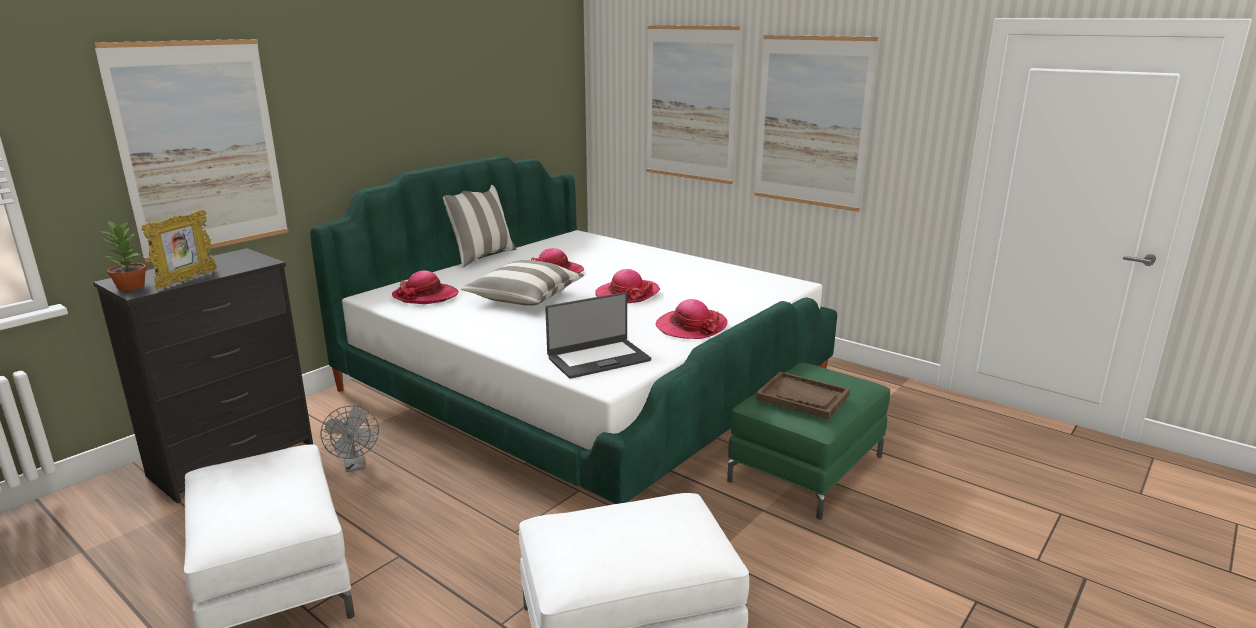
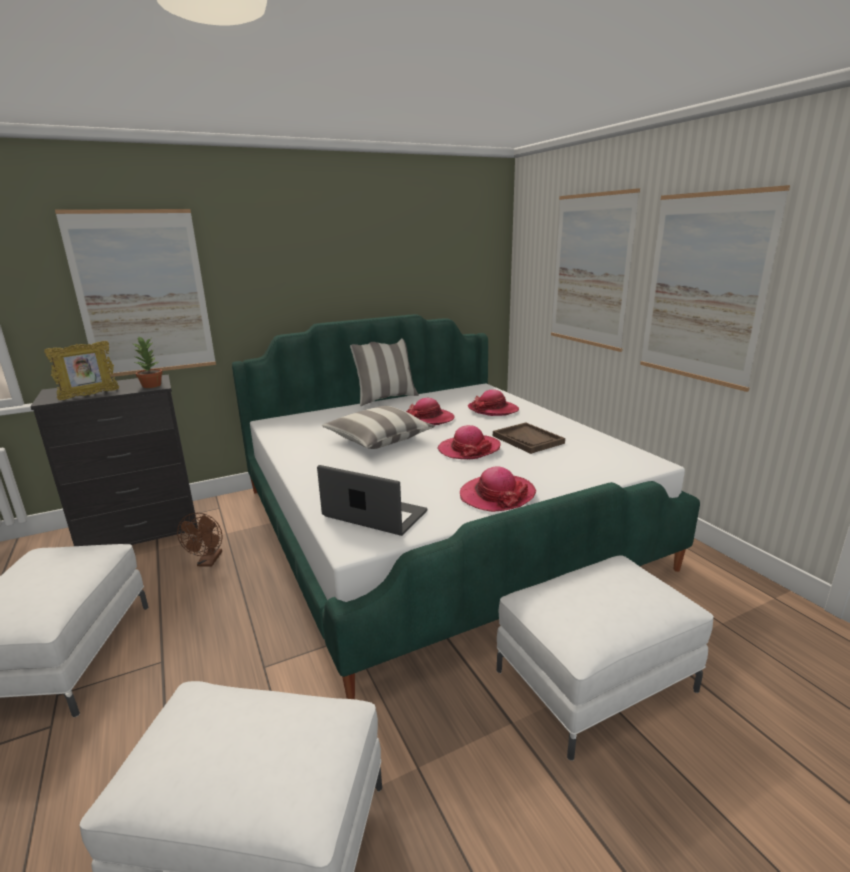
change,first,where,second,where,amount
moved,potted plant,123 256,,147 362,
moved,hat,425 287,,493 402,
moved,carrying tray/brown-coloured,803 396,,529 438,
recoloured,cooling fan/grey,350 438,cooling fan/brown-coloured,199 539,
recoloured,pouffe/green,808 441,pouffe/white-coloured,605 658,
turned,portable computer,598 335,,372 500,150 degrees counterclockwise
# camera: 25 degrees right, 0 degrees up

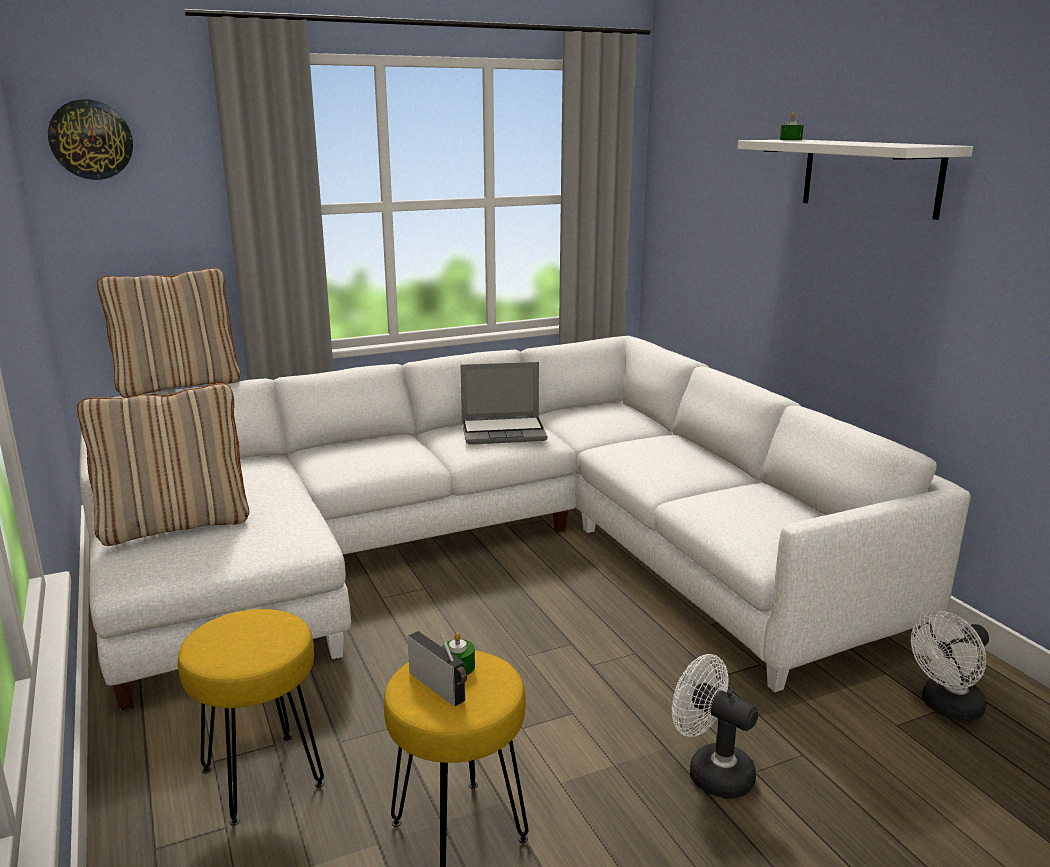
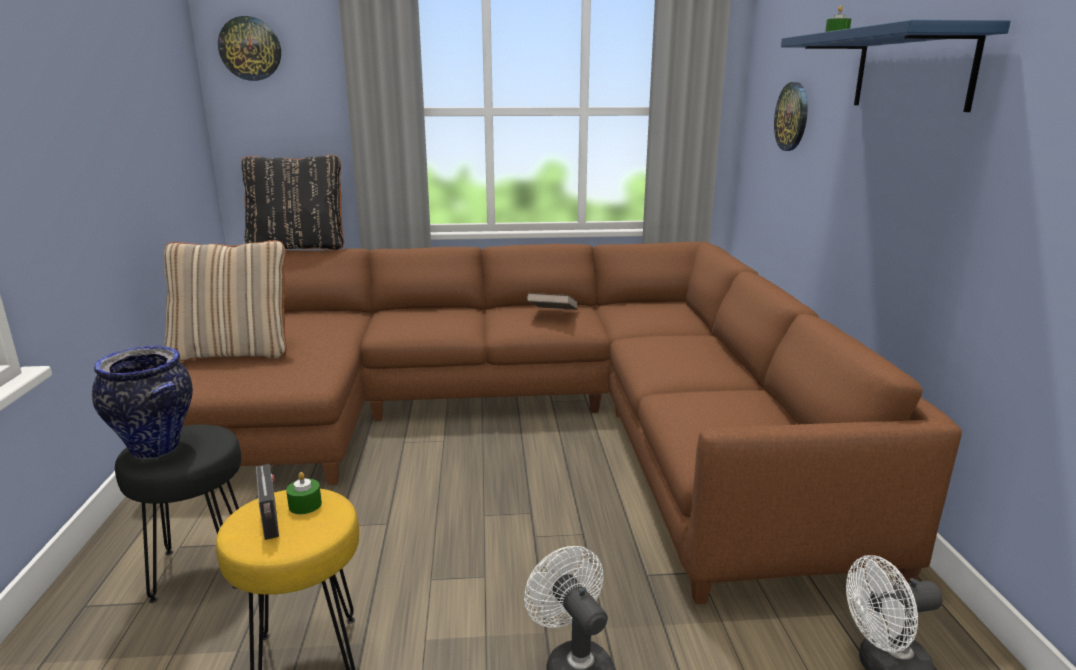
change,first,where,second,where,amount
added,,,vase,142 402,
added,,,clock on the wall,791 116,
replaced,portable computer,503 403,volume/brown-coloured,552 301,
recoloured,couch/white-coloured,525 523,couch/brown-coloured,571 423,
recoloured,cushion/beige,169 333,cushion/black-coloured,292 202,
recoloured,stool seat/yellow,251 717,stool seat/black-coloured,178 514,
recoloured,bracket shelf/white-coloured,855 180,bracket shelf/blue-coloured,896 66,
# camera: 20 degrees right, 0 degrees up

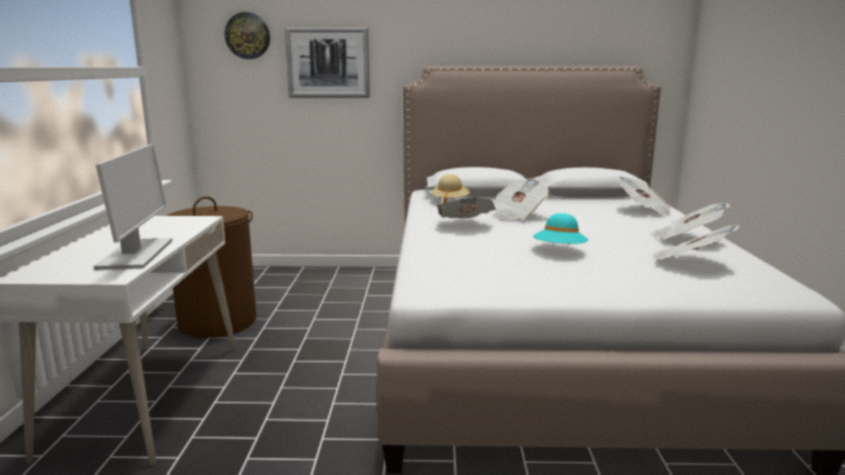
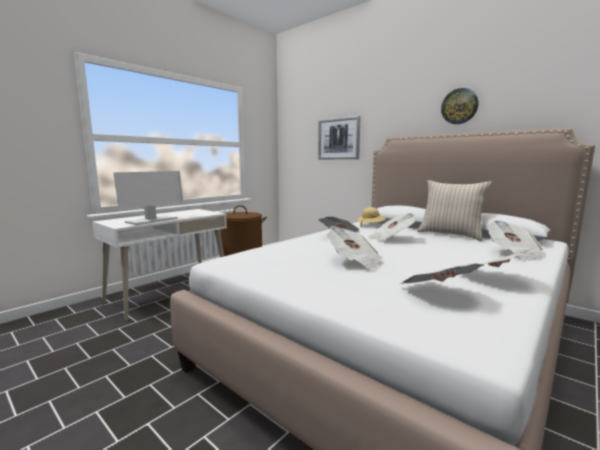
change,first,where,second,where,amount
added,,,cushion/beige,454 210,
moved,clock on the wall,247 35,,459 106,
replaced,hat/turquoise,560 228,newspaper,354 248,
# camera: 40 degrees right, 5 degrees down

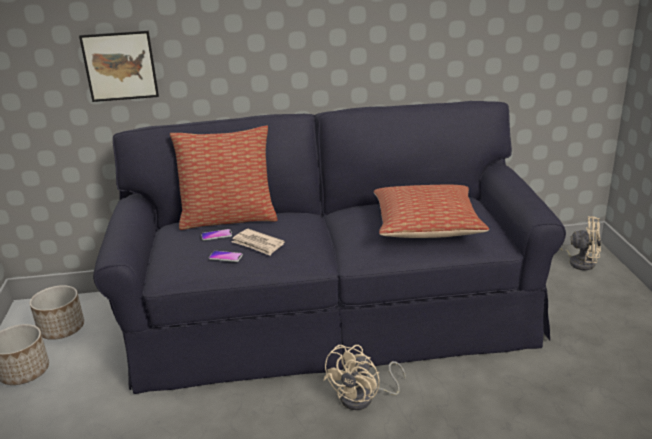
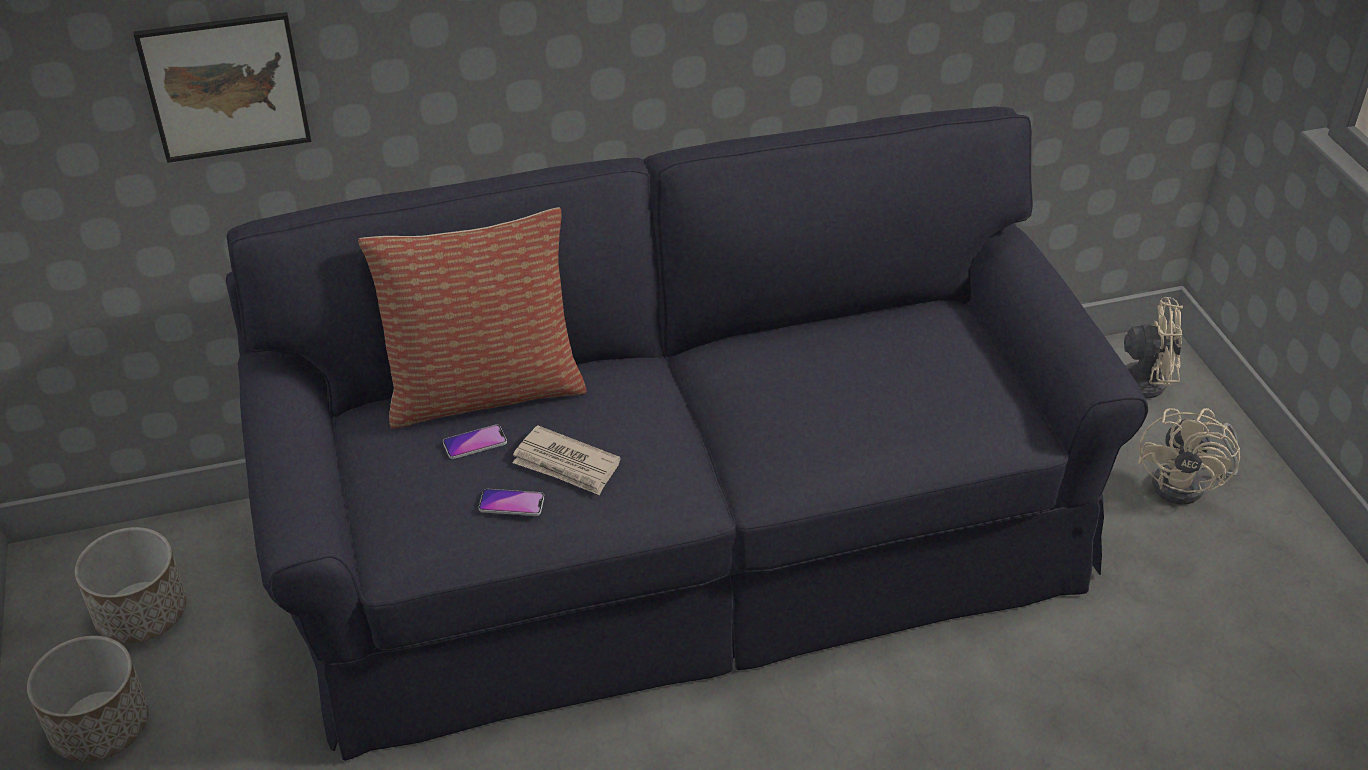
change,first,where,second,where,amount
removed,cushion,431 211,,,
moved,cooling fan/beige,364 377,,1189 456,
# camera: 10 degrees left, 15 degrees up

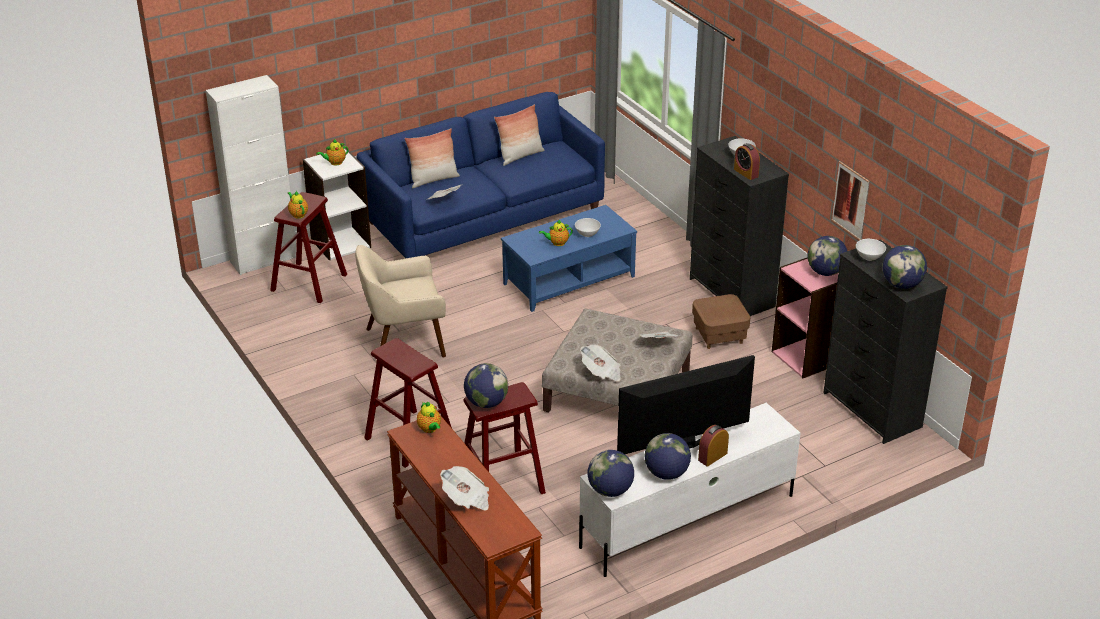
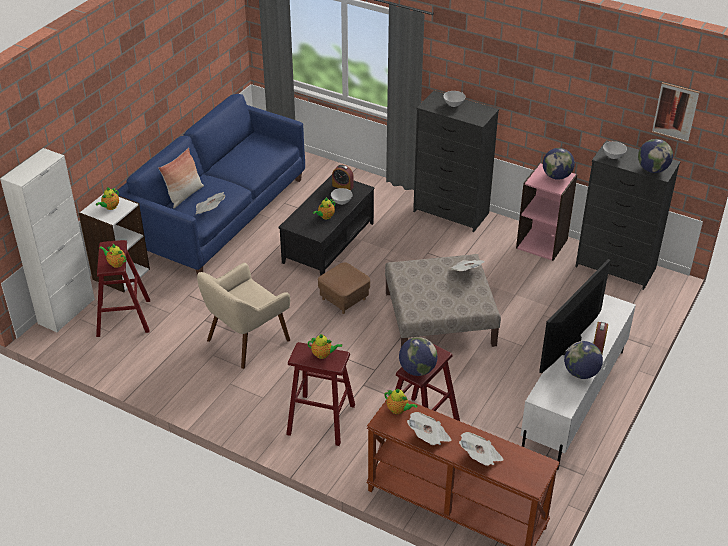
change,first,where,second,where,amount
removed,cushion,519 135,,,
removed,world globe,611 473,,,
added,,,teapot,324 346,
moved,newspaper,600 363,,429 429,
moved,pouffe/brown-coloured,721 321,,344 288,
moved,bedside clock,747 161,,343 178,
moved,picture,850 200,,676 112,
recoloured,low table/blue-coloured,569 258,low table/black-coloured,326 225,
# camera: 30 degrees left, 5 degrees up

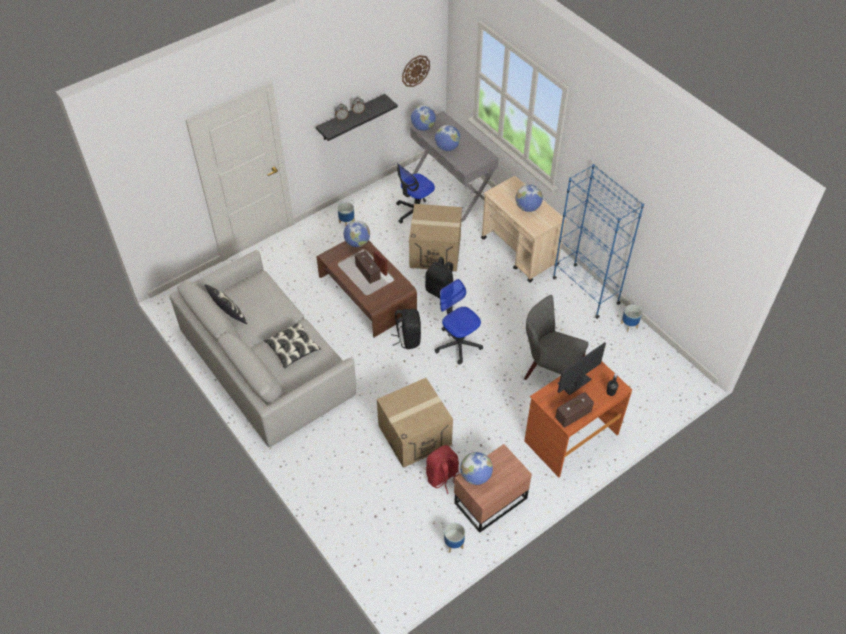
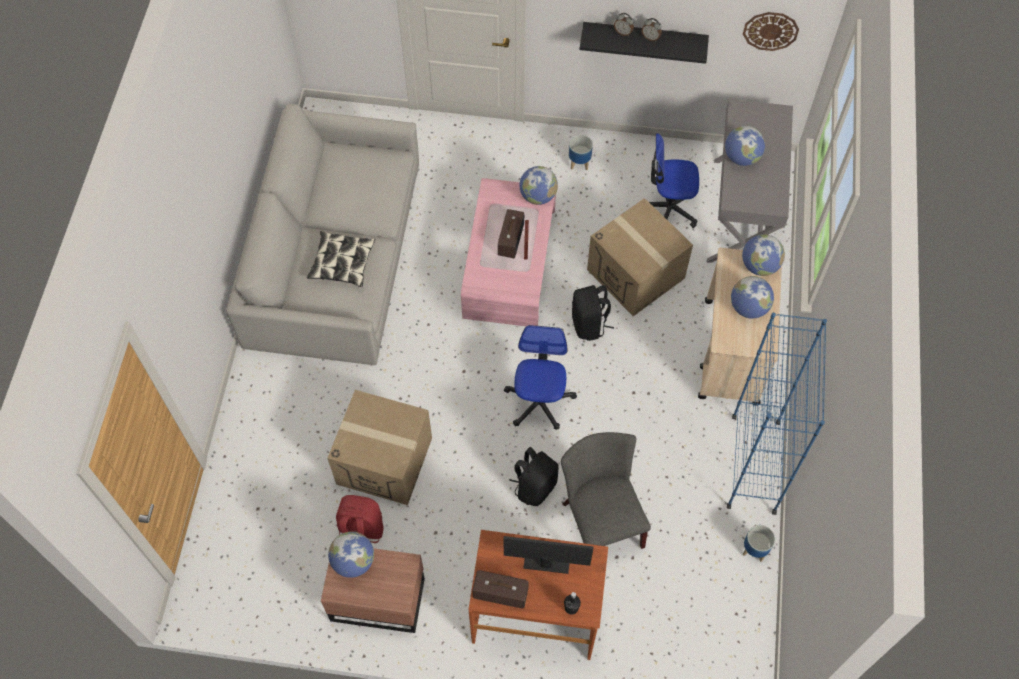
change,first,where,second,where,amount
removed,cushion,226 304,,,
removed,flower pot,454 538,,,
moved,knapsack/black-coloured,406 329,,534 476,
moved,world globe,423 118,,763 255,
recoloured,low table/brown-coloured,367 289,low table/pink,508 252,
# camera: 45 degrees right, 10 degrees up

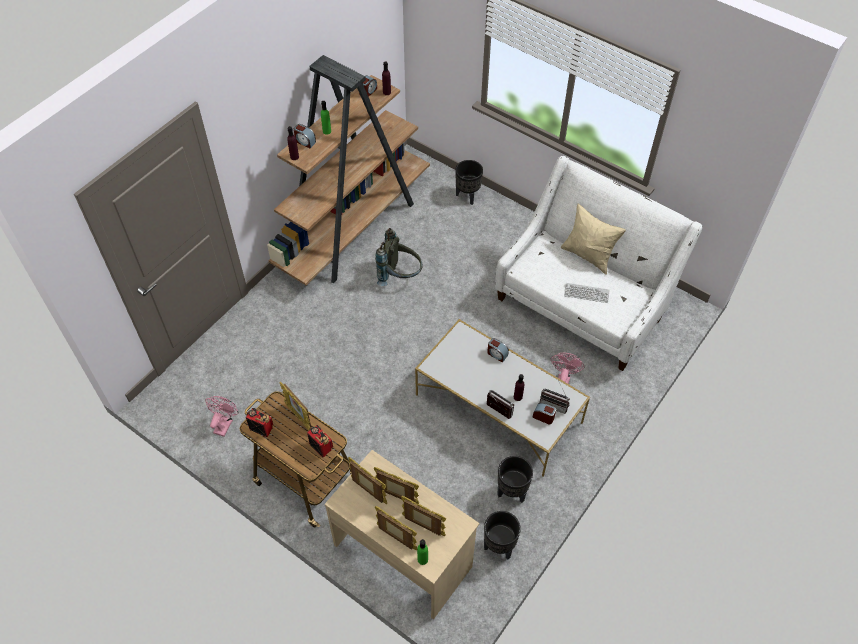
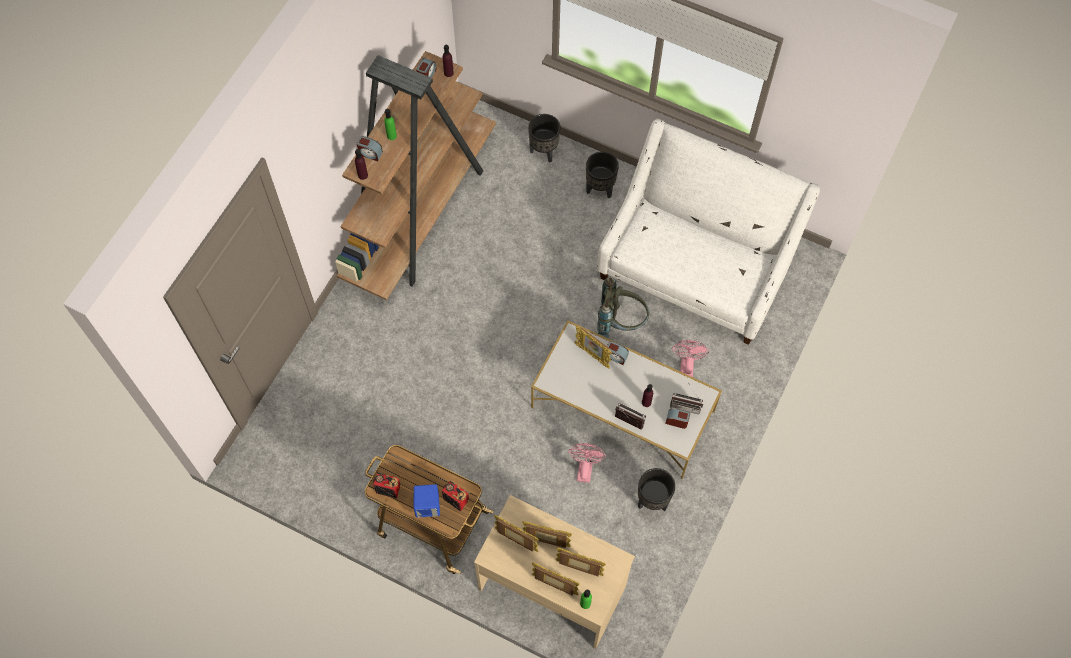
change,first,where,second,where,amount
removed,cushion/beige,593 239,,,
removed,keyboard,587 293,,,
added,,,loudspeaker/blue-coloured,427 501,
moved,cooling fan/pink,222 416,,587 463,
moved,photo frame,295 406,,593 347,
moved,knapsack/grey,399 257,,623 307,
moved,flower pot/black-coloured,502 535,,602 175,
# camera: 10 degrees left, 10 degrees up

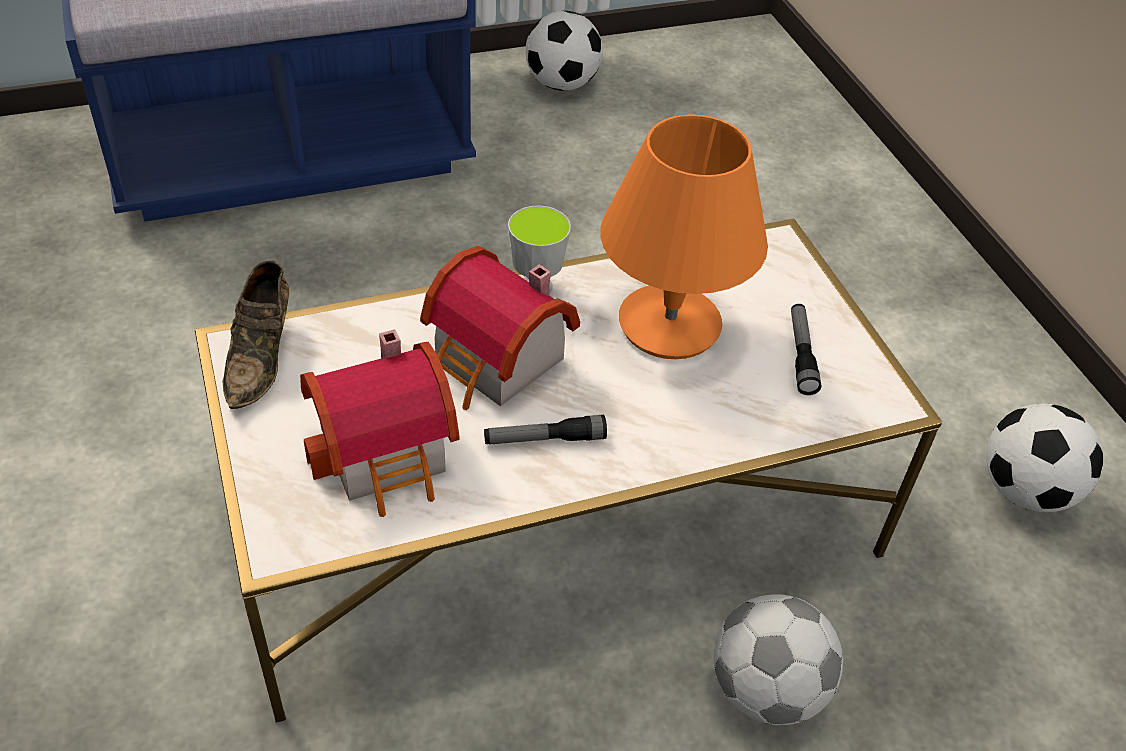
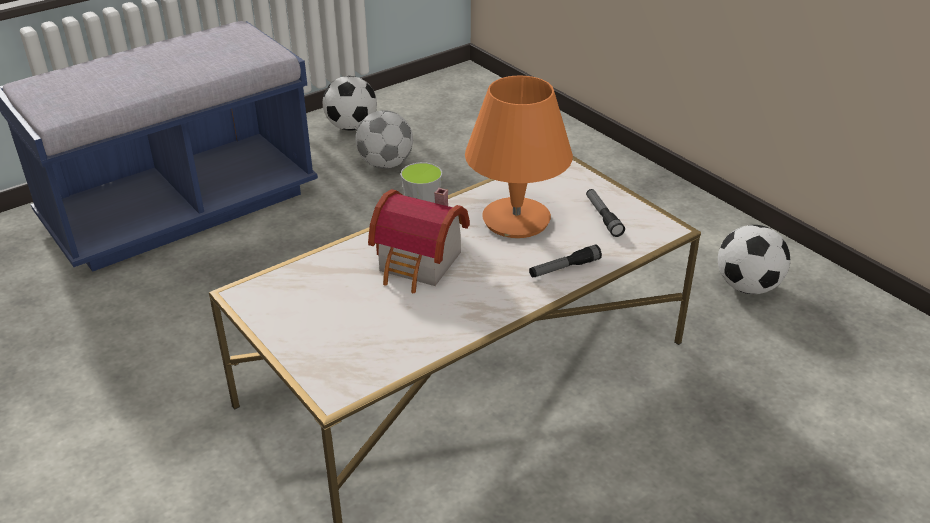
change,first,where,second,where,amount
removed,low shoe/brown-coloured,255 334,,,
removed,model house,379 423,,,
moved,hand torch,545 430,,565 260,
moved,football ball,778 659,,384 139,
# camera: 15 degrees left, 10 degrees down

